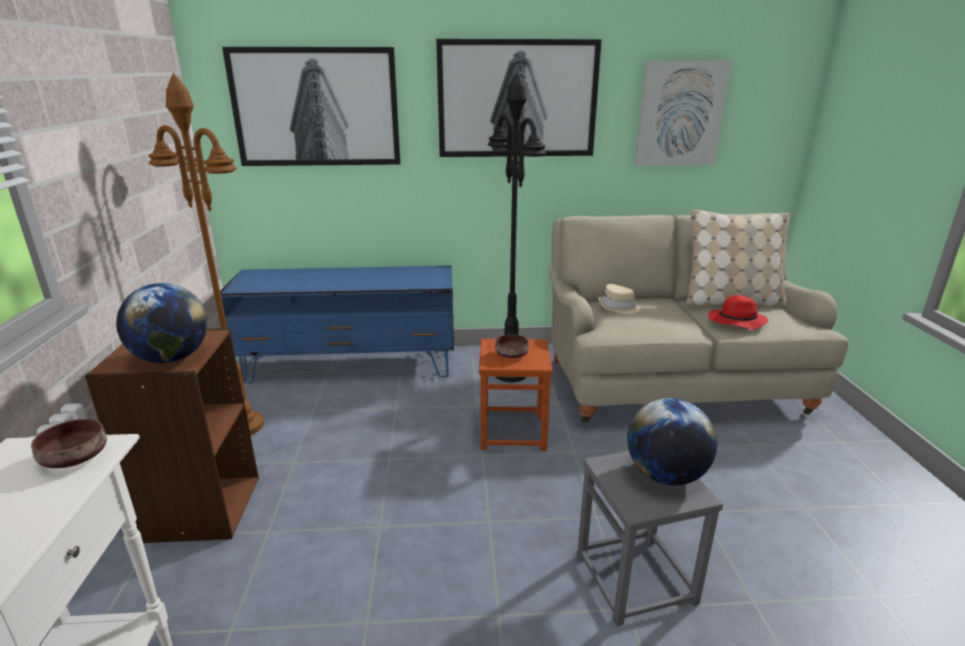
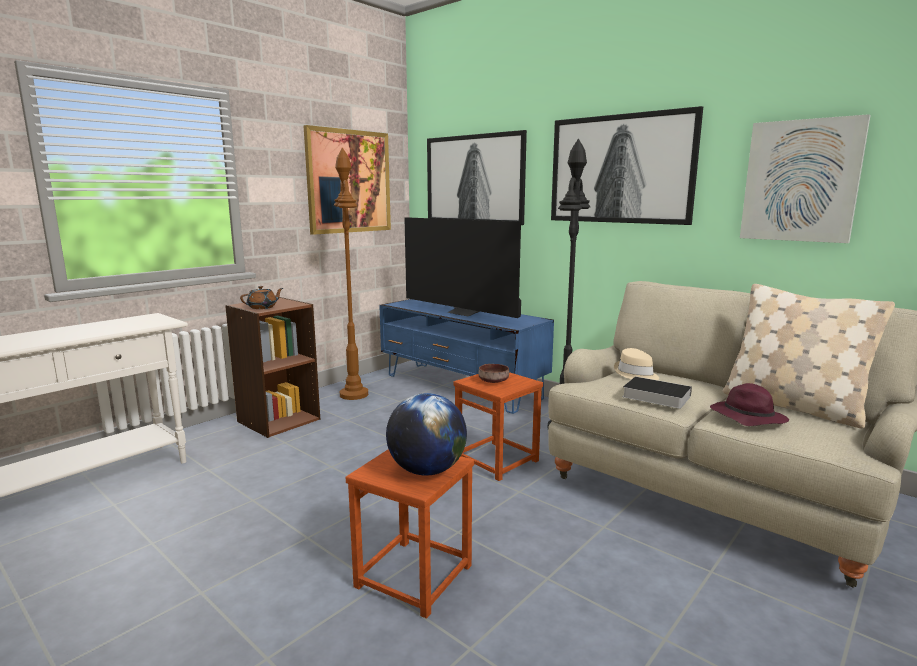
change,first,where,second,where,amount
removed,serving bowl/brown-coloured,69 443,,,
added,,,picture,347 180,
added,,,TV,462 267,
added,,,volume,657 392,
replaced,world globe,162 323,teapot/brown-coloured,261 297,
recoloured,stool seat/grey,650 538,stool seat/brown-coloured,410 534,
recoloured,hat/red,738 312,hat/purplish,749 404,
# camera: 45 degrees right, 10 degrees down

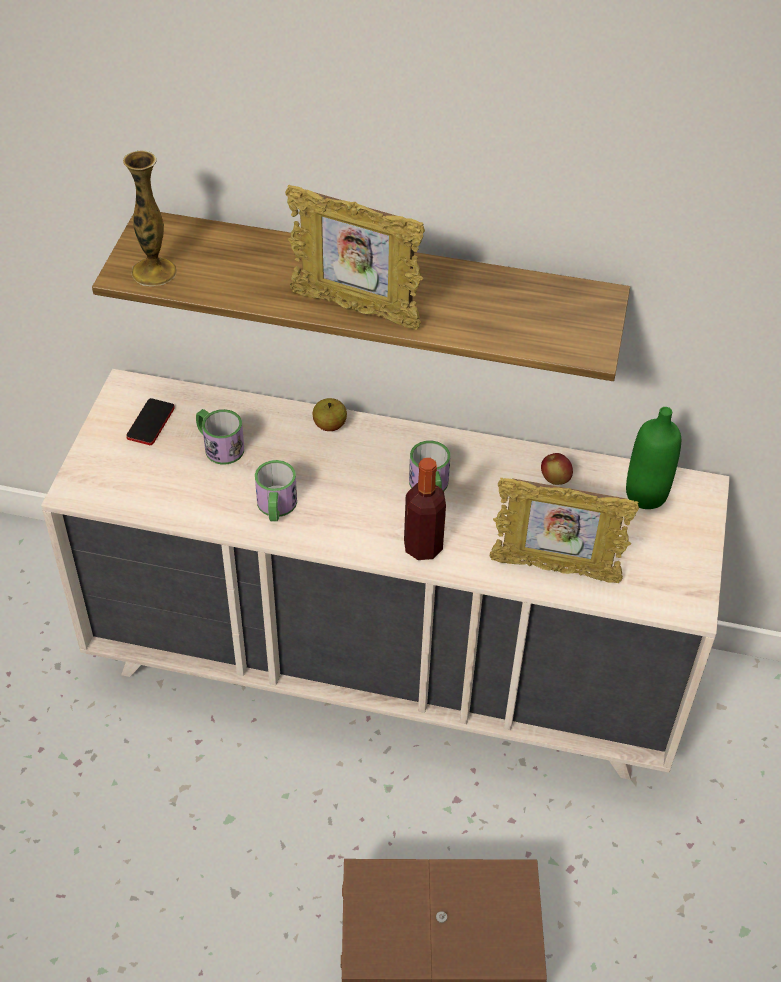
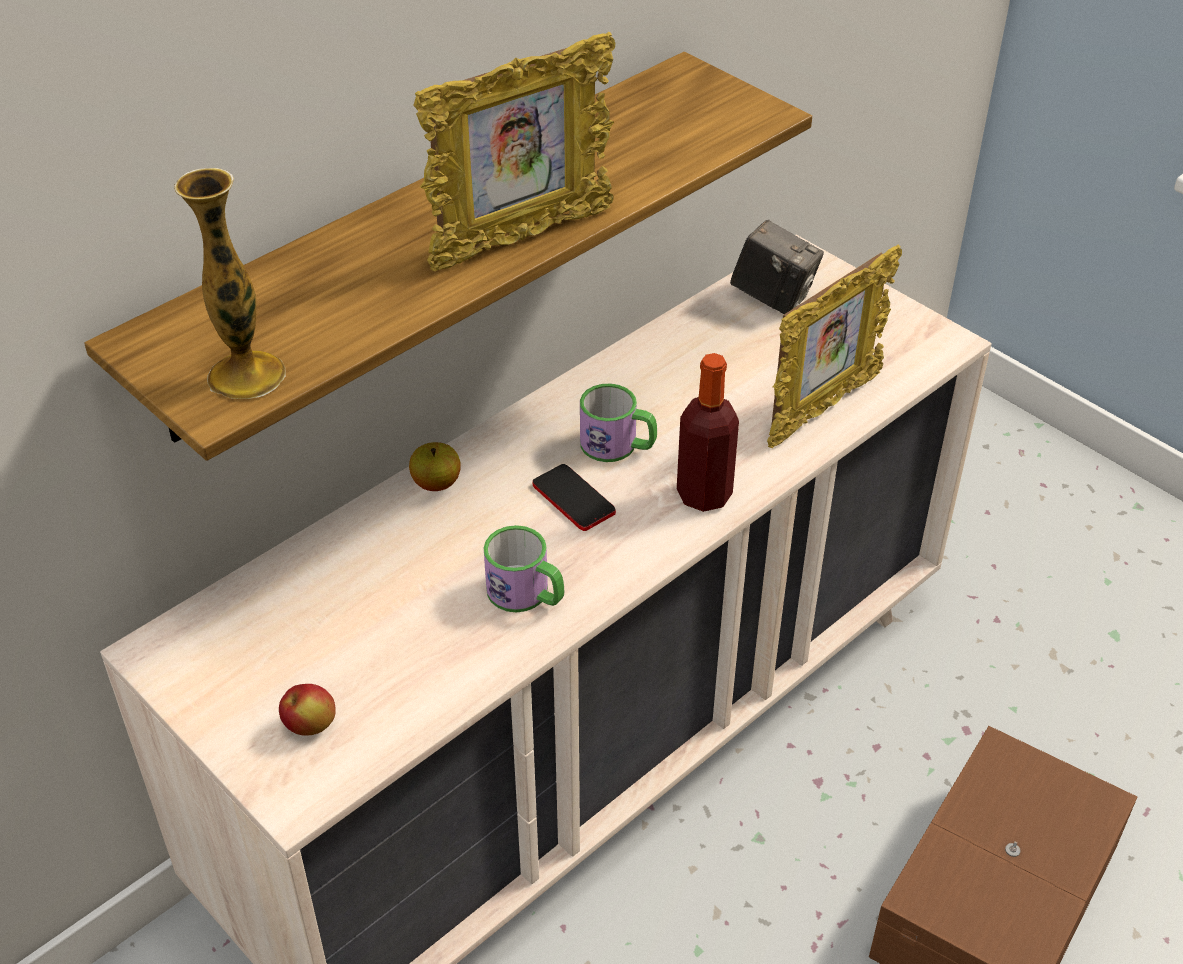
change,first,where,second,where,amount
removed,mug,220 437,,,
moved,phone,150 421,,574 497,
moved,apple,557 469,,307 710,
replaced,beverage bottle/green,653 458,still camera,777 267,
# camera: 55 degrees left, 5 degrees down

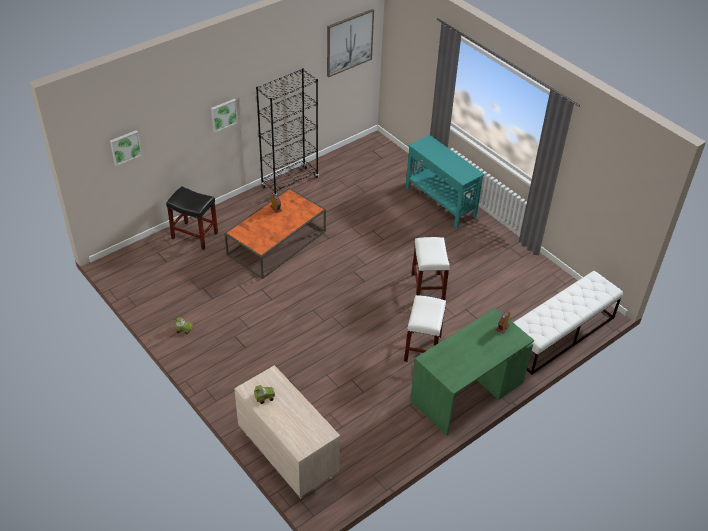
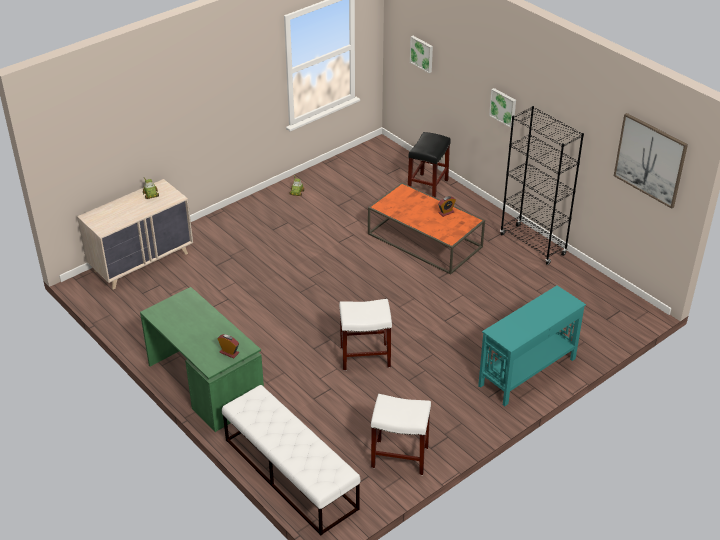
change,first,where,second,where,amount
moved,stool seat/white-coloured,425 328,,401 434,
# camera: 90 degrees right, 5 degrees down

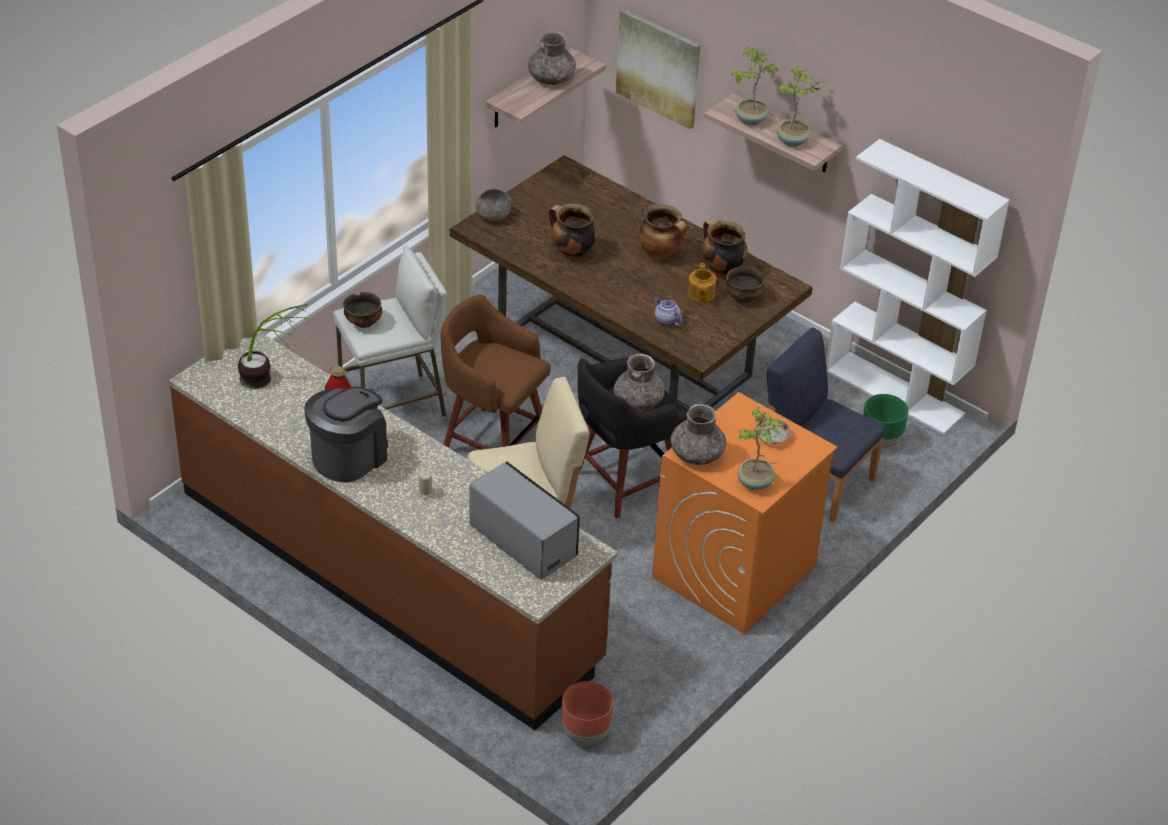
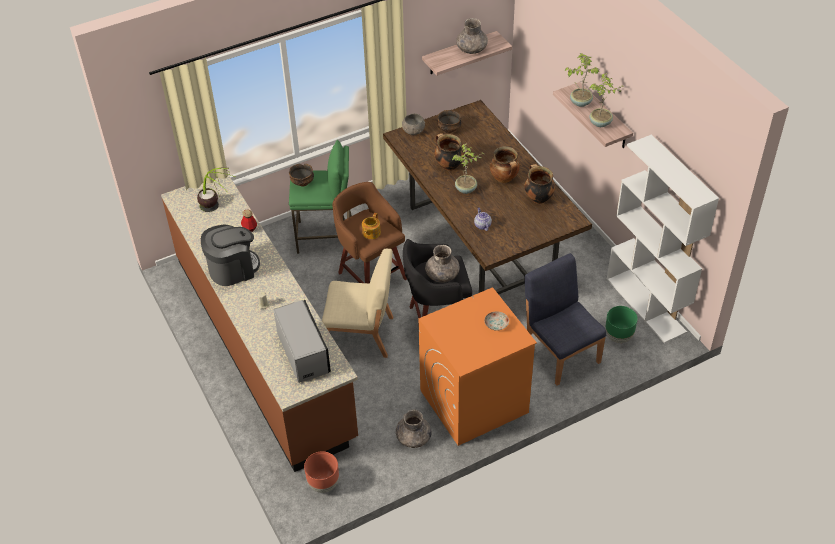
change,first,where,second,where,amount
removed,picture,658 69,,,
moved,vase/grey,698 434,,414 428,
moved,teapot,702 282,,371 226,
moved,serving bowl,745 285,,449 121,
moved,potted plant,761 448,,468 169,
recoloured,stool seat/white-coloured,390 330,stool seat/green,320 197,
# camera: 25 degrees right, 5 degrees up

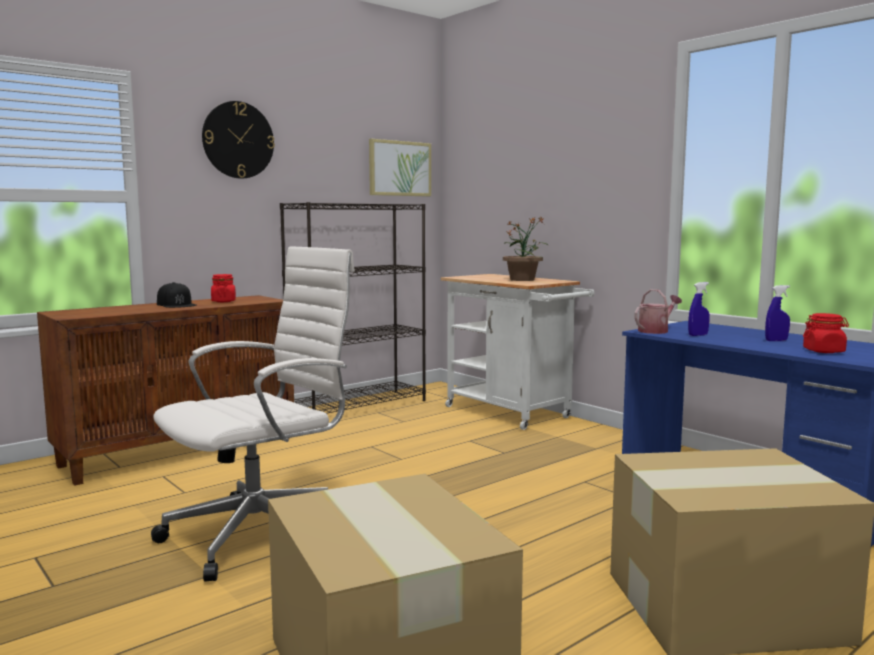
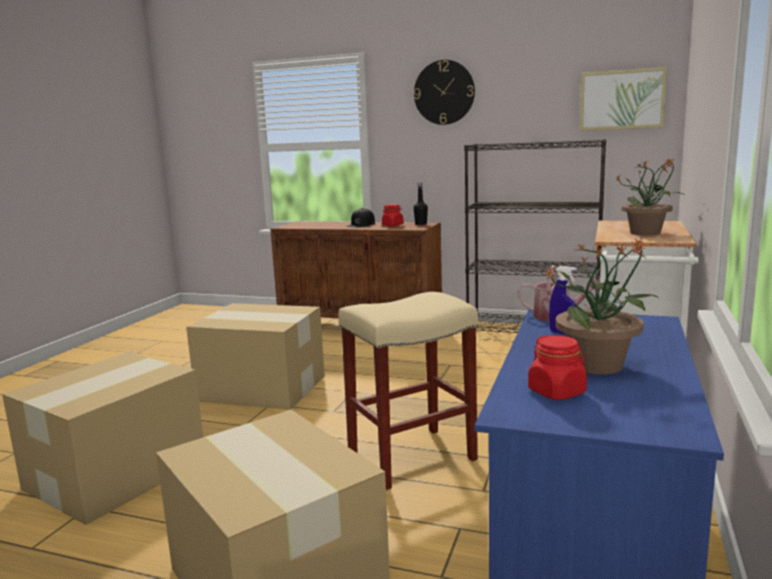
change,first,where,second,where,amount
added,,,stool seat/beige,408 391,
added,,,beverage bottle/black-coloured,420 204,
replaced,office chair/white-coloured,253 414,carton,255 356,
replaced,hand sprayer/blue-coloured,777 313,potted plant,599 305,
# camera: 60 degrees right, 5 degrees up

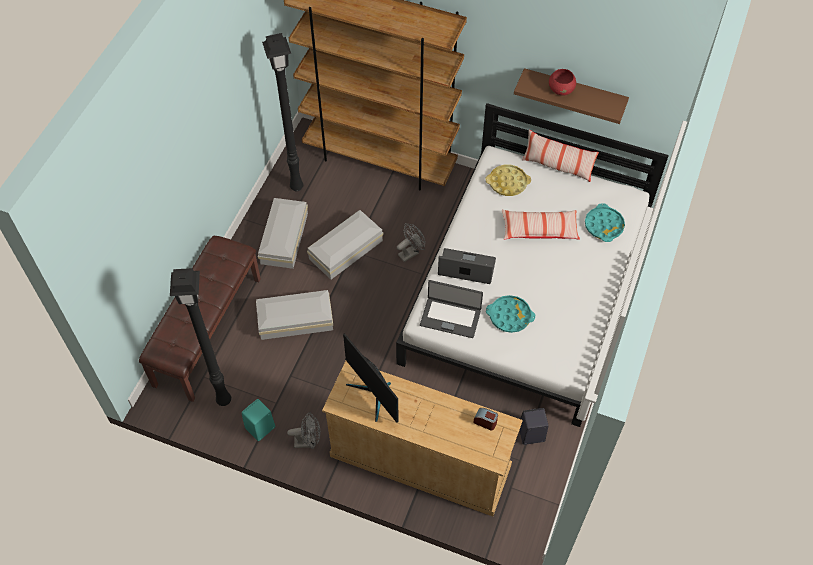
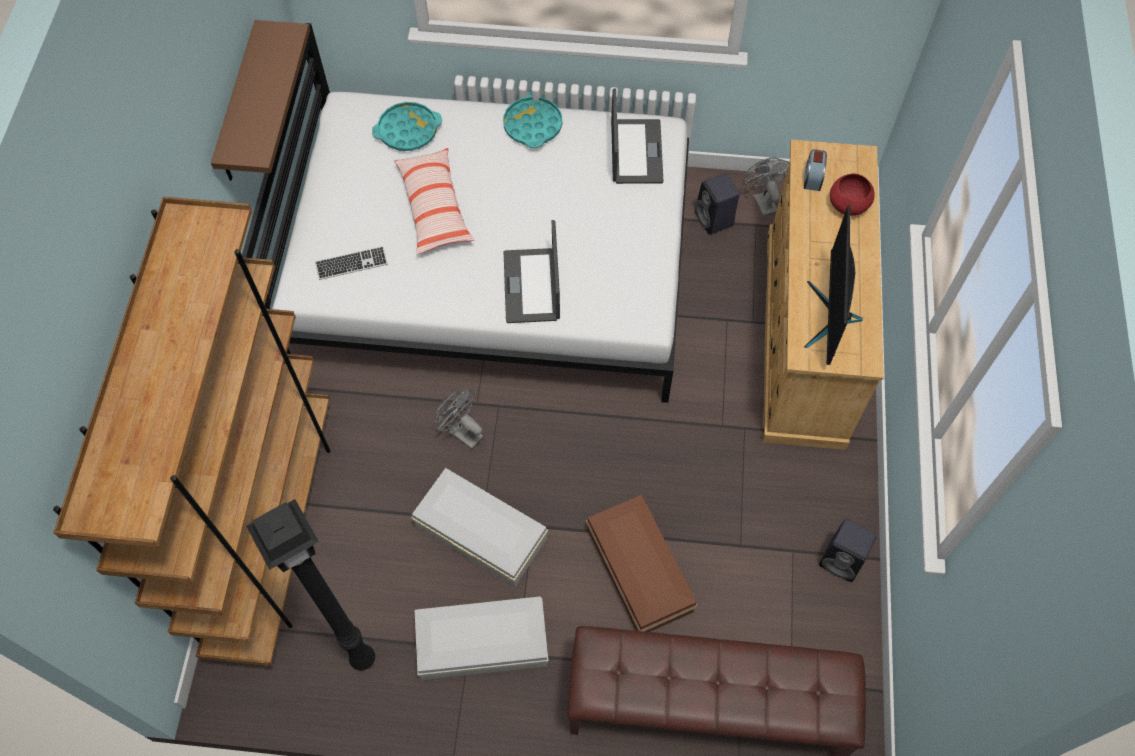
change,first,where,second,where,amount
removed,standing lamp/black-coloured,201 337,,,
removed,cushion,560 156,,,
moved,cooling fan/grey,303 430,,766 187,
moved,portable computer,451 309,,637 136,
moved,carrying tray/turquoise,510 314,,532 120,
moved,serving bowl/red,562 82,,852 195,
replaced,carrying tray/yellow,508 180,keyboard,351 263,
recoloured,loudspeaker/turquoise,258 420,loudspeaker/black-coloured,848 550,
recoloured,storage container/white-coloured,294 315,storage container/brown-coloured,641 563,
turned,computer screen,371 378,,833 285,150 degrees clockwise
# camera: 105 degrees left, 5 degrees up

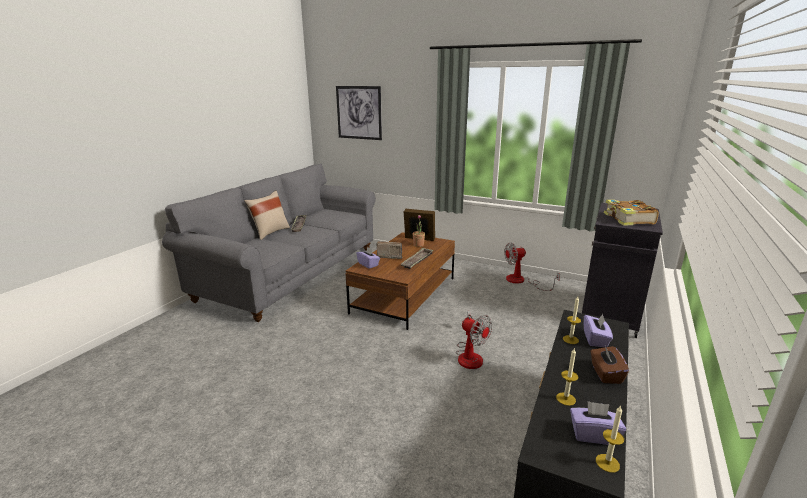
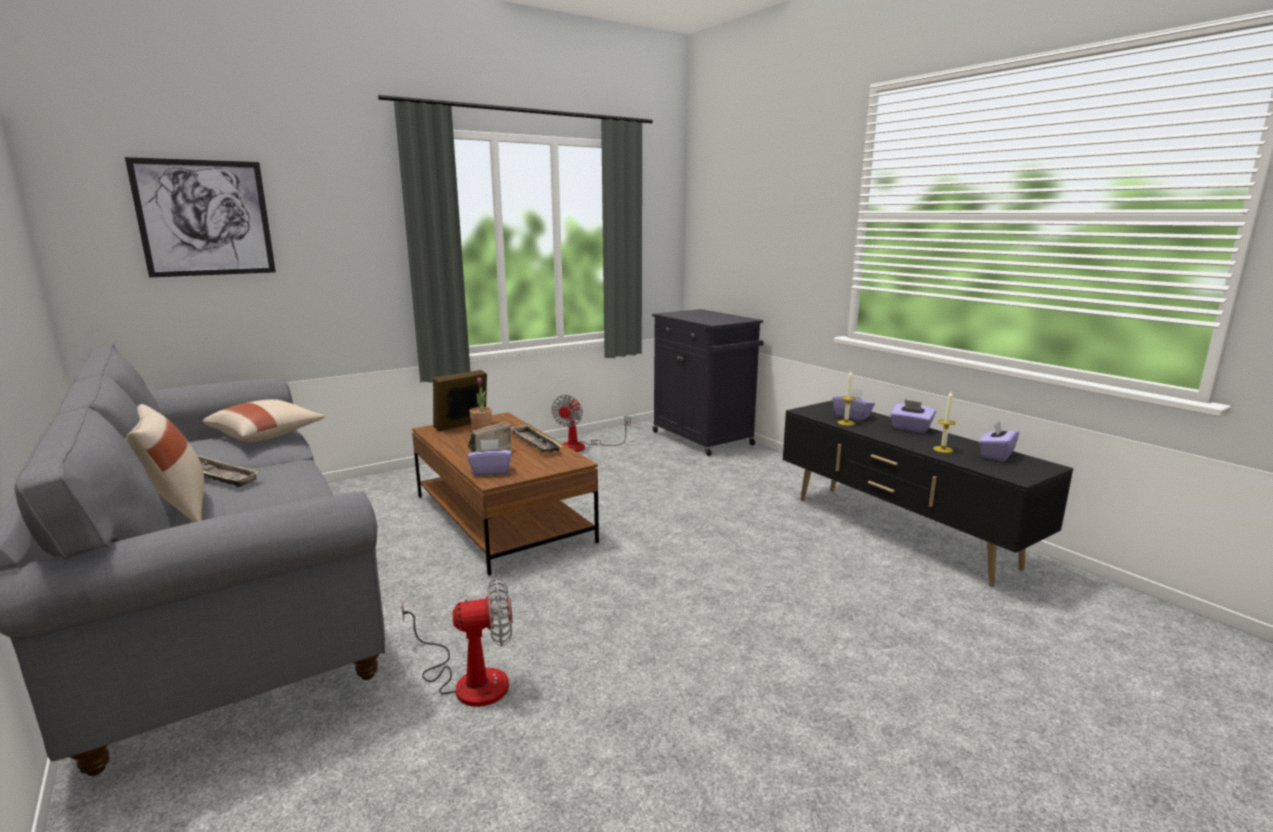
change,first,where,second,where,amount
removed,wax light,610 439,,,
removed,volume,631 212,,,
added,,,cushion/beige,264 420,
moved,cooling fan,474 339,,456 642,
recoloured,tissue box/brown-coloured,609 365,tissue box/purplish,913 416,
# camera: 60 degrees left, 5 degrees down

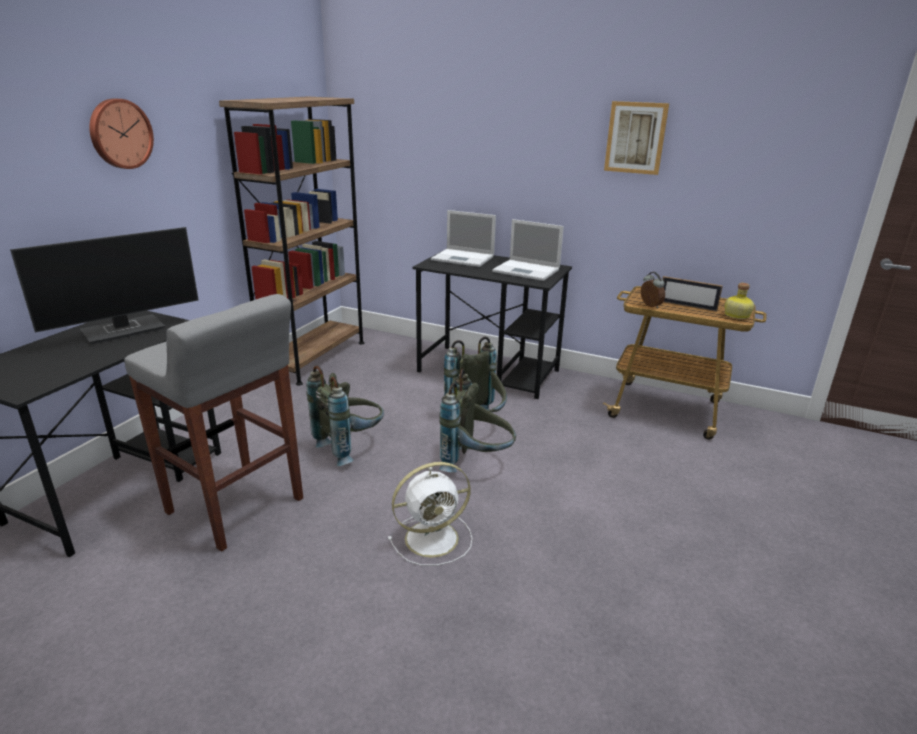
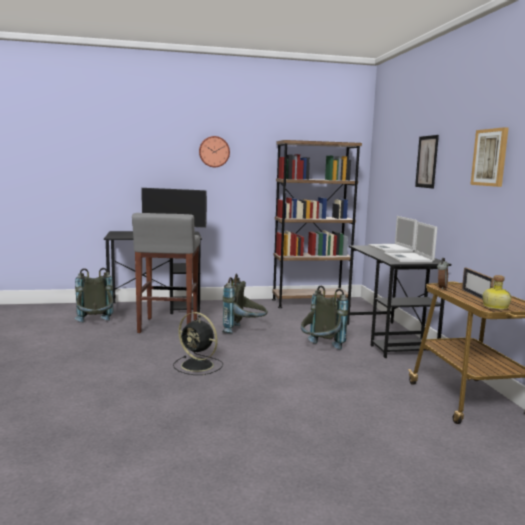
change,first,where,second,where,amount
added,,,picture,427 161,
moved,knapsack/grey,477 420,,94 295,
recoloured,cooling fan/white-coloured,430 514,cooling fan/black-coloured,198 343,
# camera: 55 degrees right, 15 degrees down

